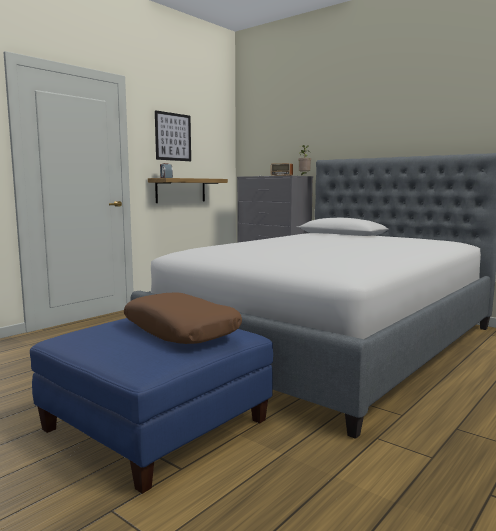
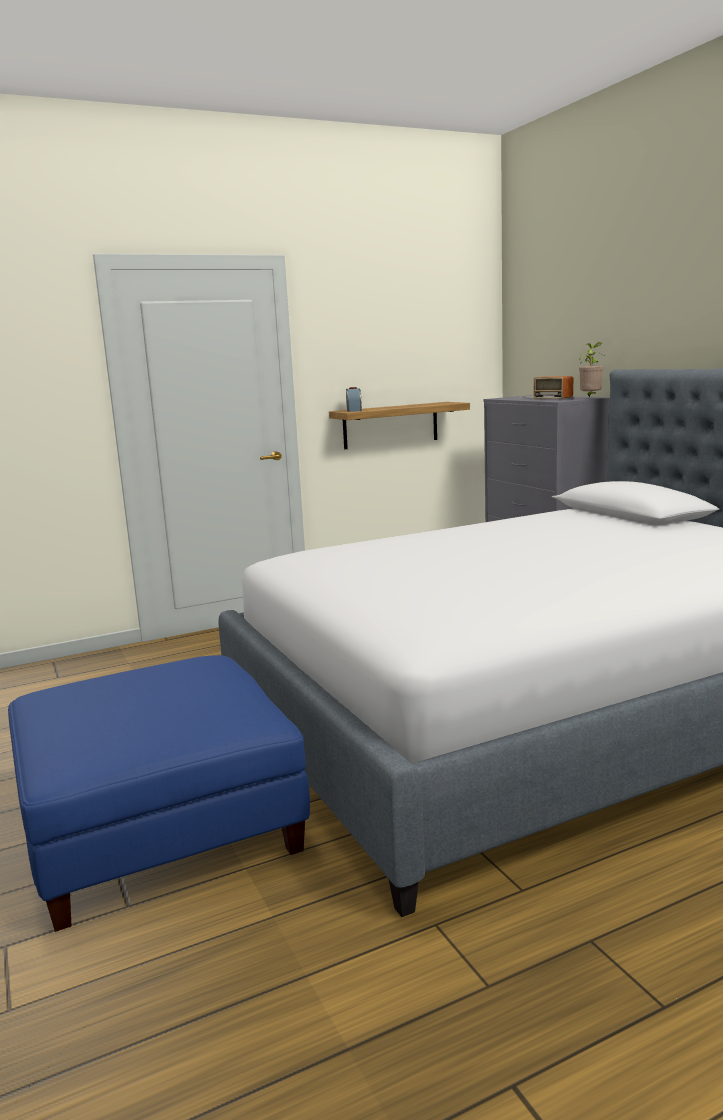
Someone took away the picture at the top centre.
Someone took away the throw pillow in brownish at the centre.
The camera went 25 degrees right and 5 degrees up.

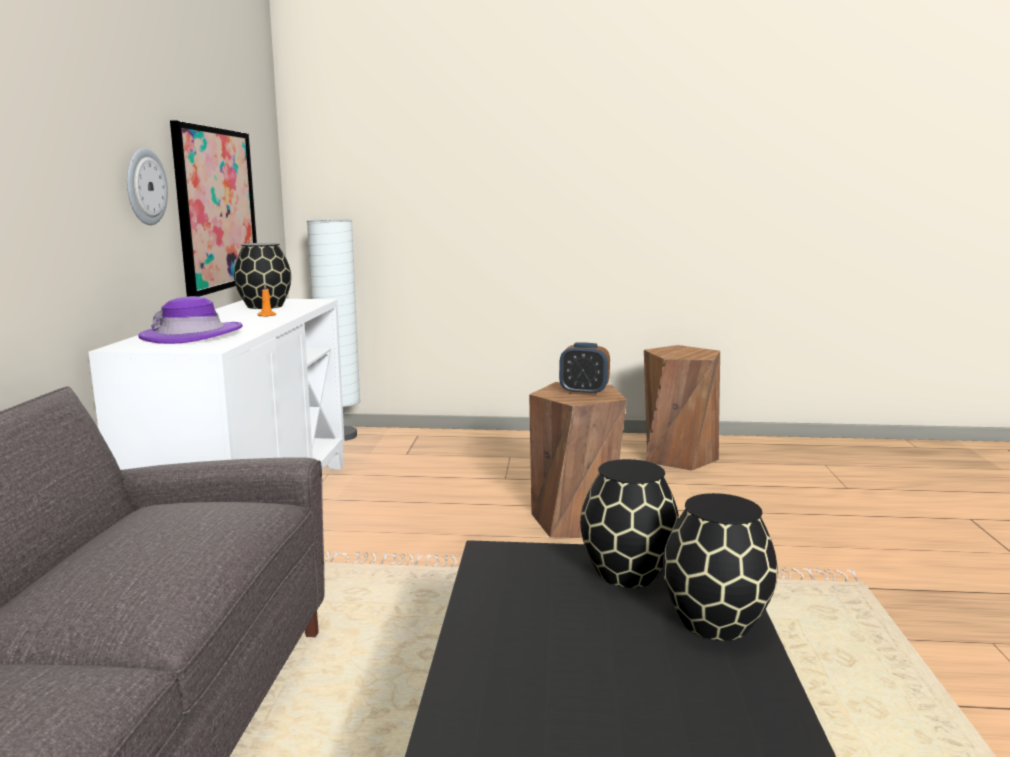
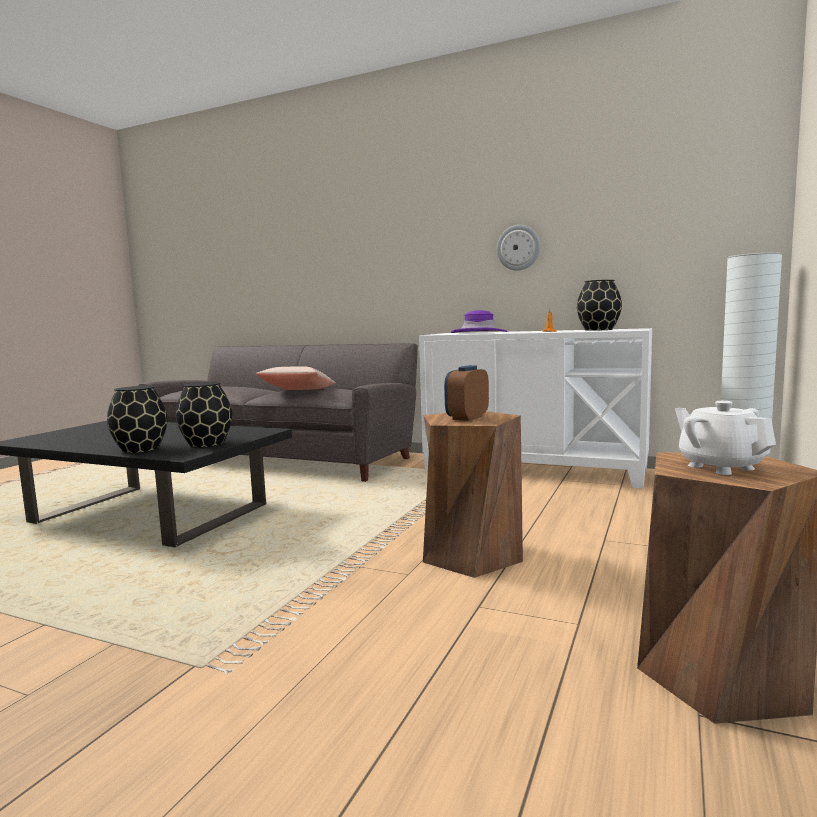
Someone took away the picture at the top left.
Someone put down the throw pillow in sand-coloured at the centre.
Someone put down the teapot in white-coloured at the middle right.
The camera went 110 degrees right and 5 degrees down.

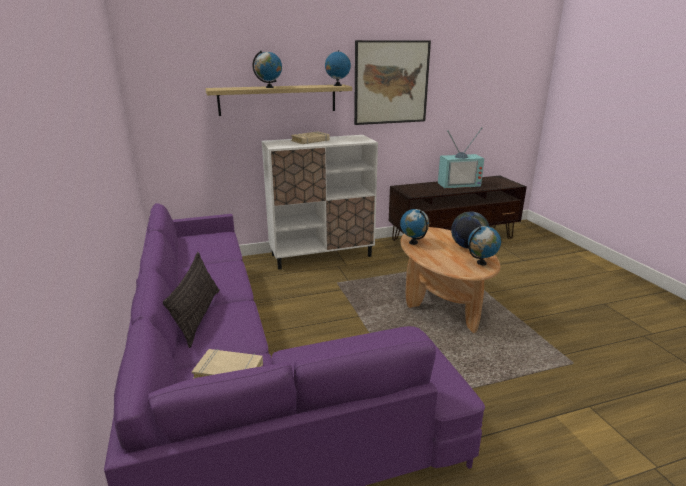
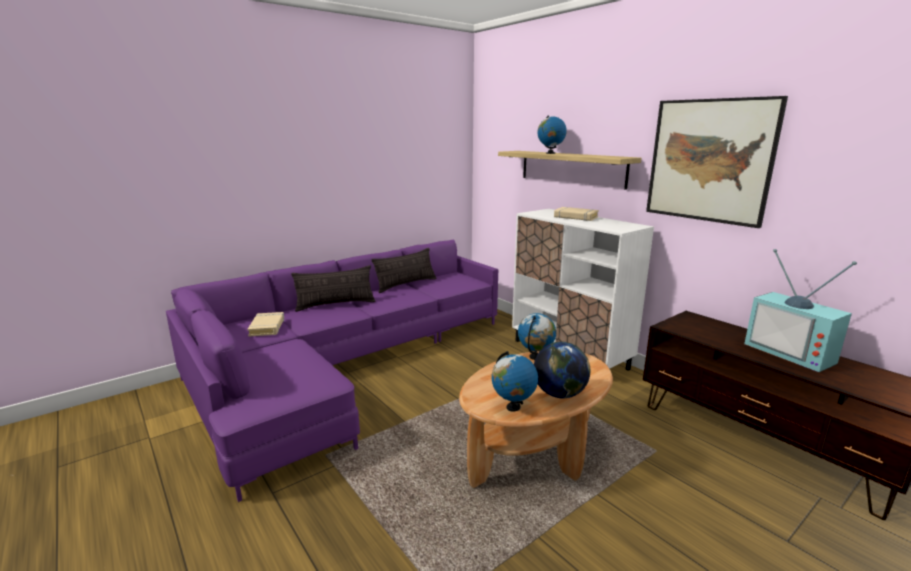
Someone took away the world globe (no. 2 from left) at the top centre.
Someone put down the throw pillow (no. 2 from left) at the centre.
The camera went 70 degrees right and 5 degrees down.

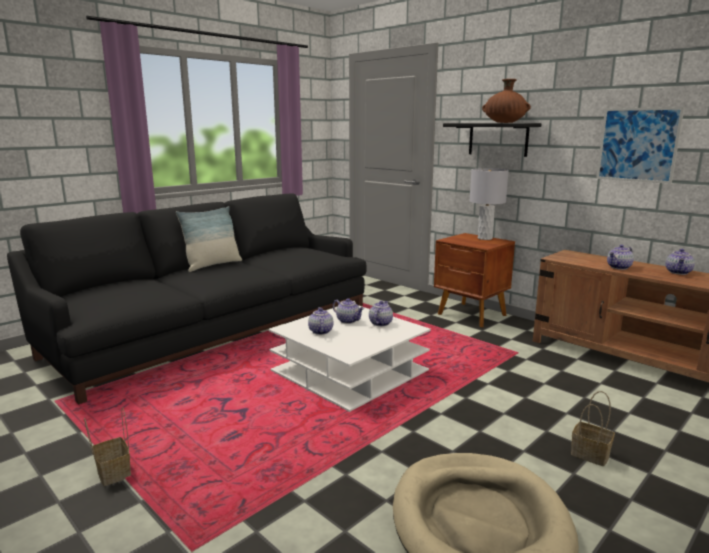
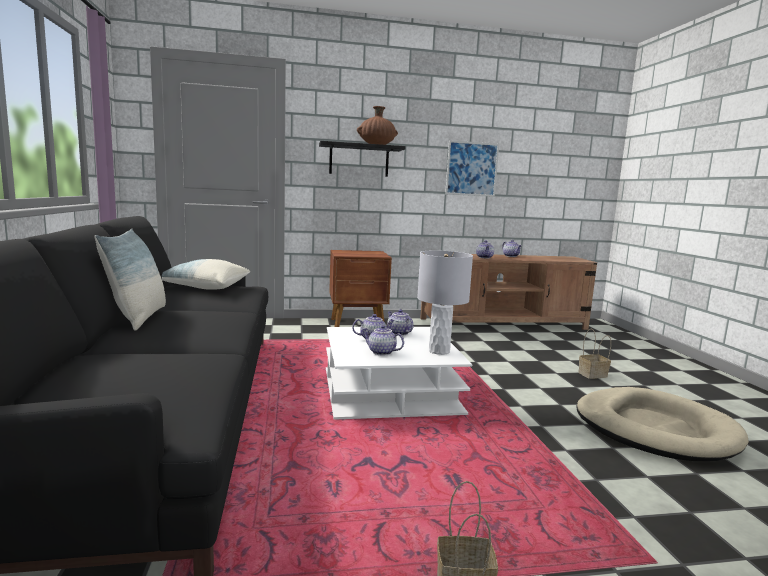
Someone carried the lamp for a table in greyish from the middle right to the centre.
Someone put down the throw pillow (no. 2 from left) at the middle left.
The camera went 55 degrees left and 5 degrees down.

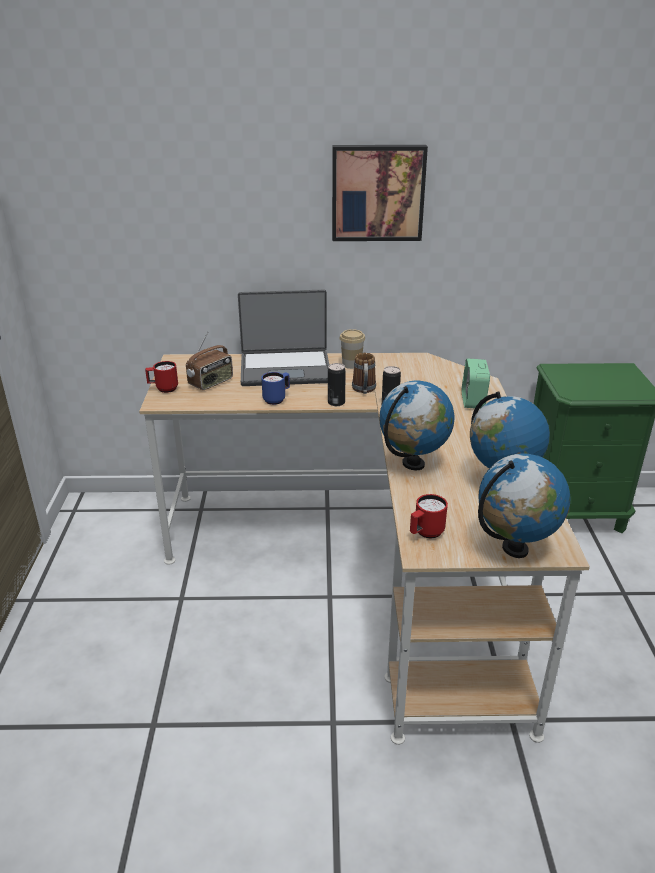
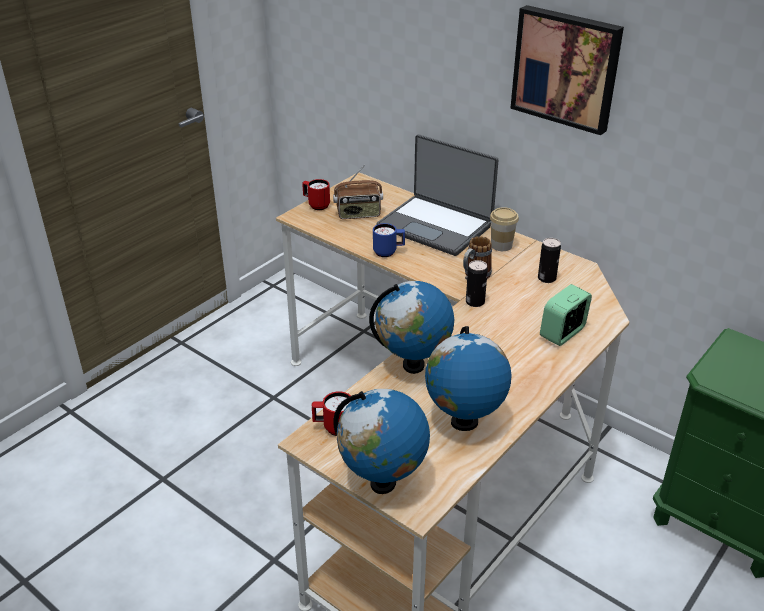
Someone carried the can (no. 1 from left in the first image) from the centre to the middle right.
The camera went 40 degrees right and 5 degrees up.

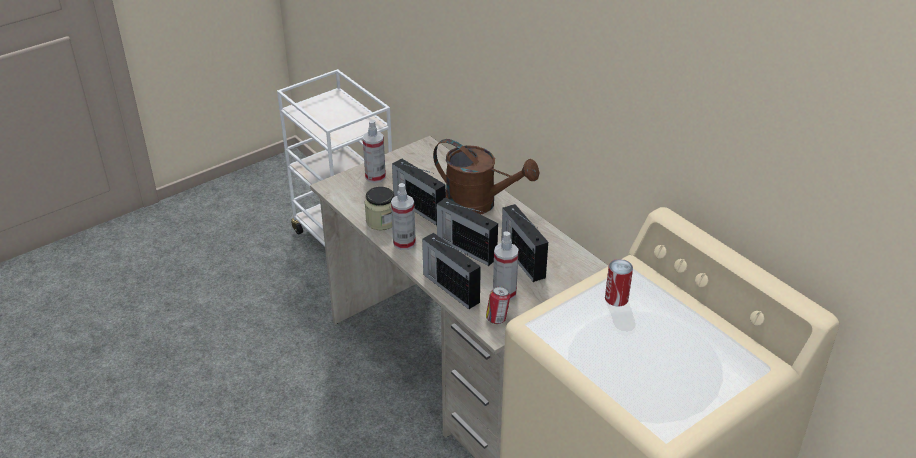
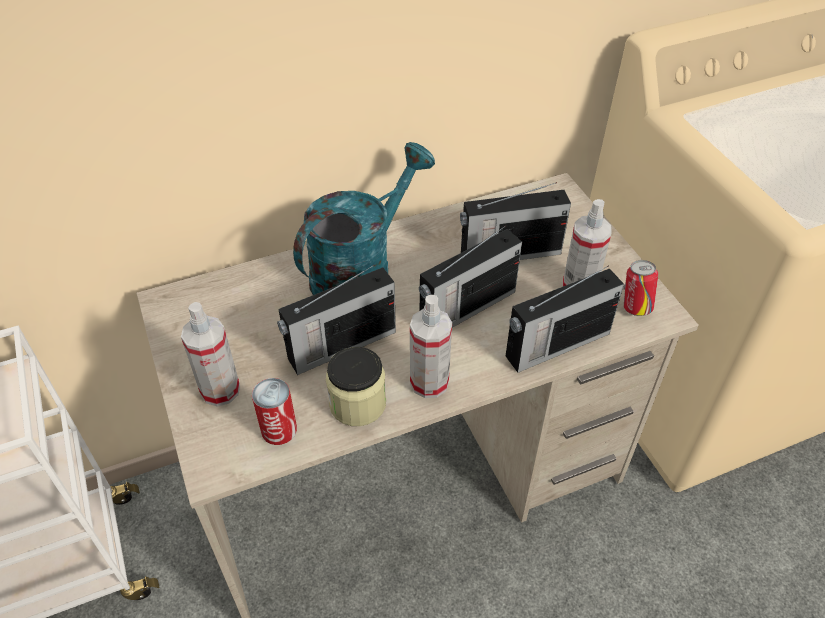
Someone repainted the sprinkling can in brownish at the centre, which became the sprinkling can in blue-green at the centre.
Someone carried the can (no. 2 from left in the first image) from the middle right to the middle left.
The camera went 75 degrees left and 10 degrees up.

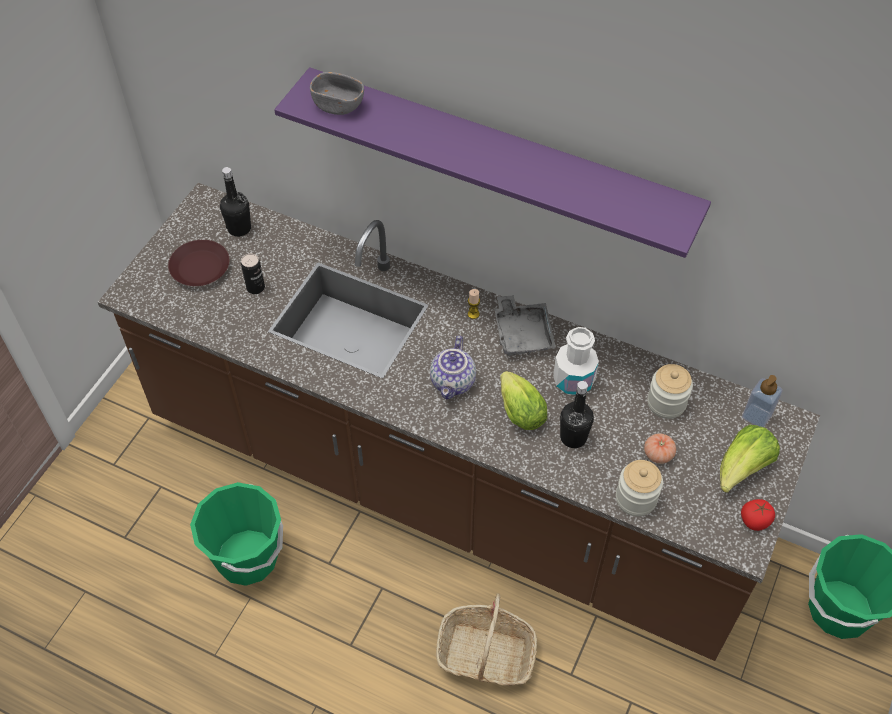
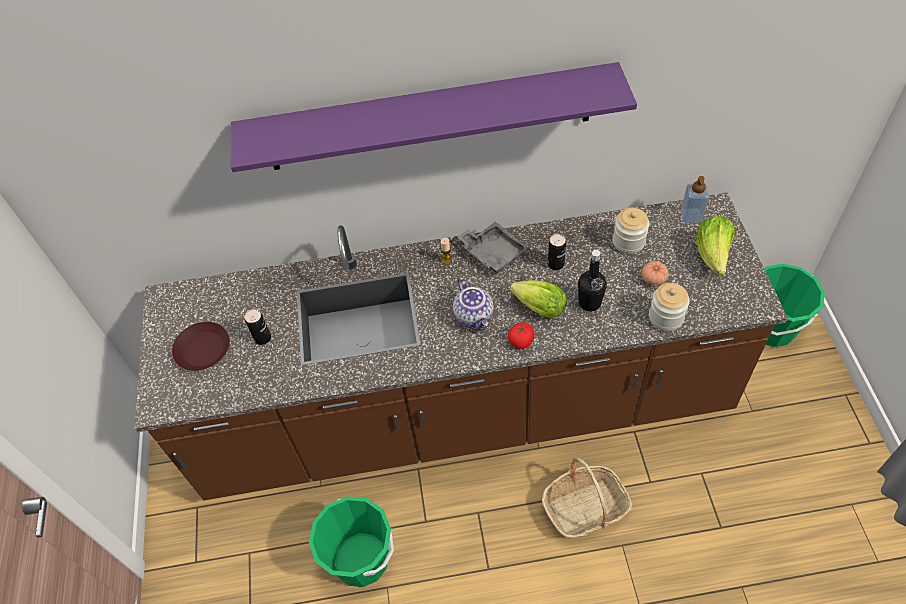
Someone took away the deep dish in greyish at the top centre.
Someone took away the beverage bottle in black-coloured (no. 1 from left) at the top left.
Someone swapped the beverage bottle in white-coloured at the centre for the can (no. 2 from left) at the centre.
Someone carried the tomato (no. 2 from left in the first image) from the bottom right to the centre.
The camera went 30 degrees left and 0 degrees up.

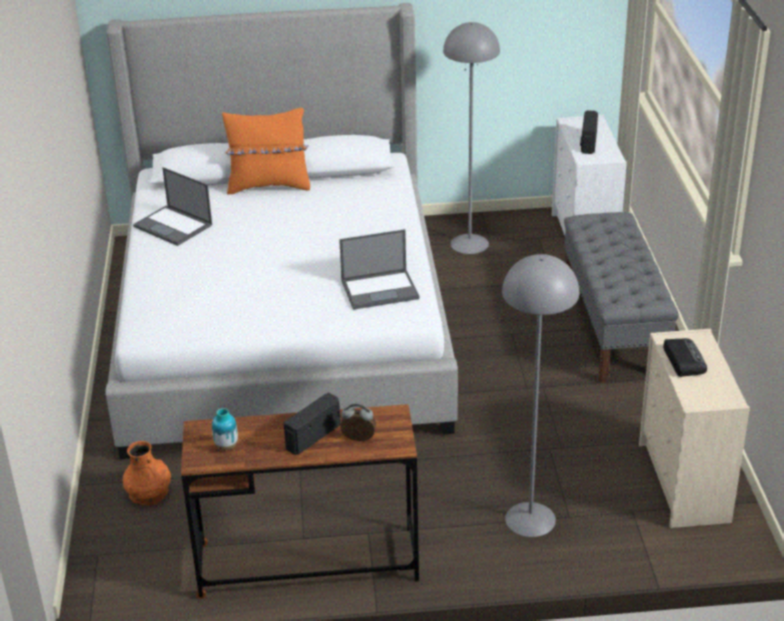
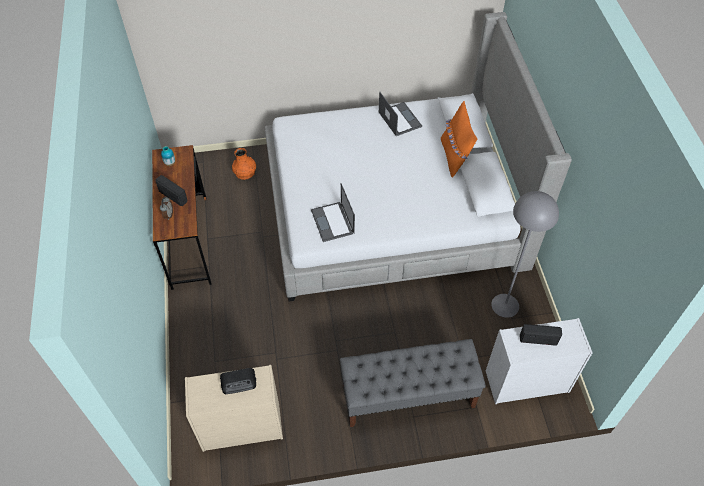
Someone rotated the notebook computer (no. 1 from left in the first image) at the top left by 120 degrees clockwise.
Someone took away the floor lamp in greyish (no. 2 from left) at the middle right.
The camera went 85 degrees right and 20 degrees up.

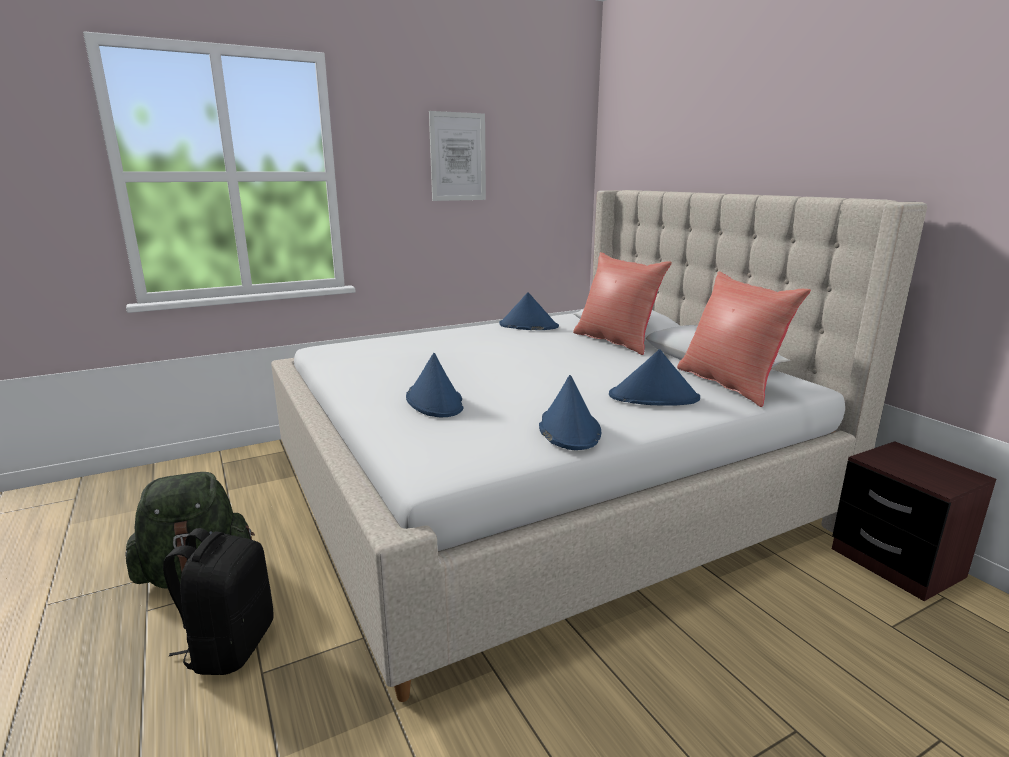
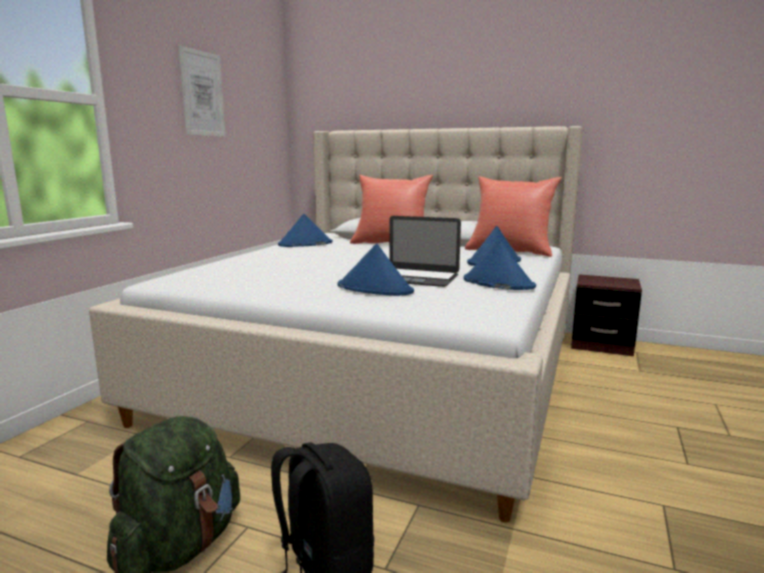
Someone put down the notebook computer at the centre.
The camera went 40 degrees left and 5 degrees down.

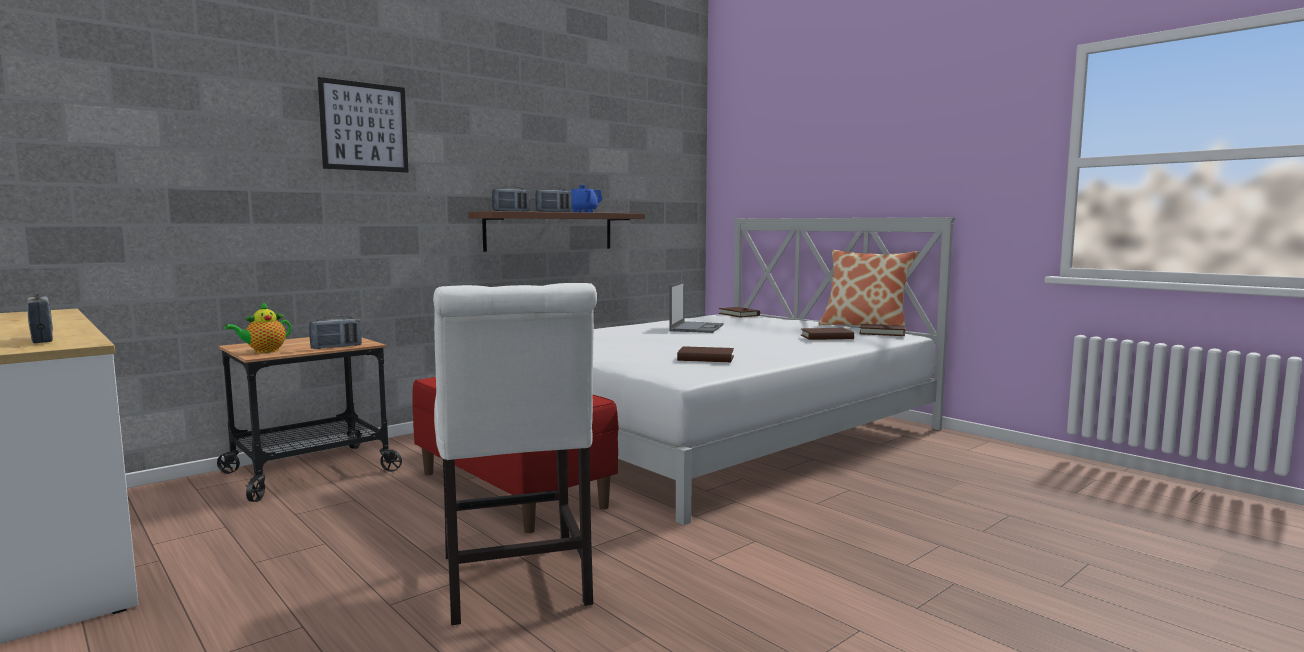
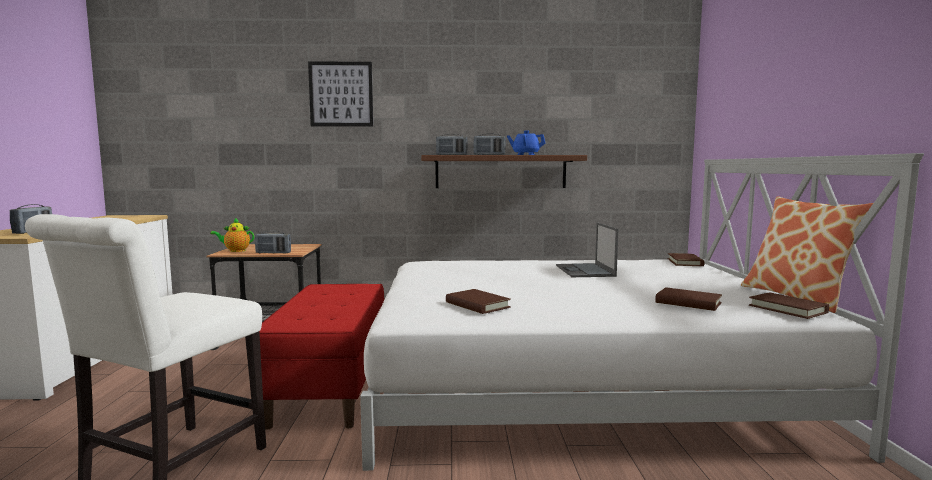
Someone rotated the notebook computer at the centre by 120 degrees clockwise.
The camera went 40 degrees right and 0 degrees up.

